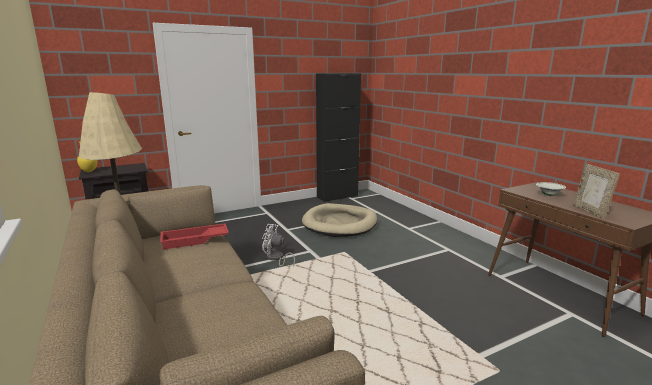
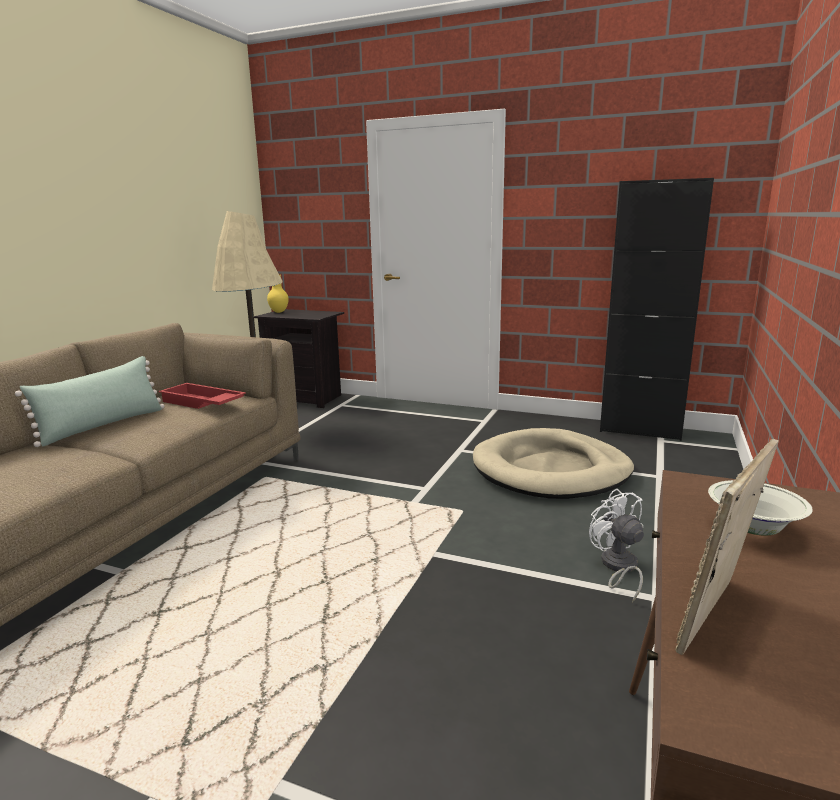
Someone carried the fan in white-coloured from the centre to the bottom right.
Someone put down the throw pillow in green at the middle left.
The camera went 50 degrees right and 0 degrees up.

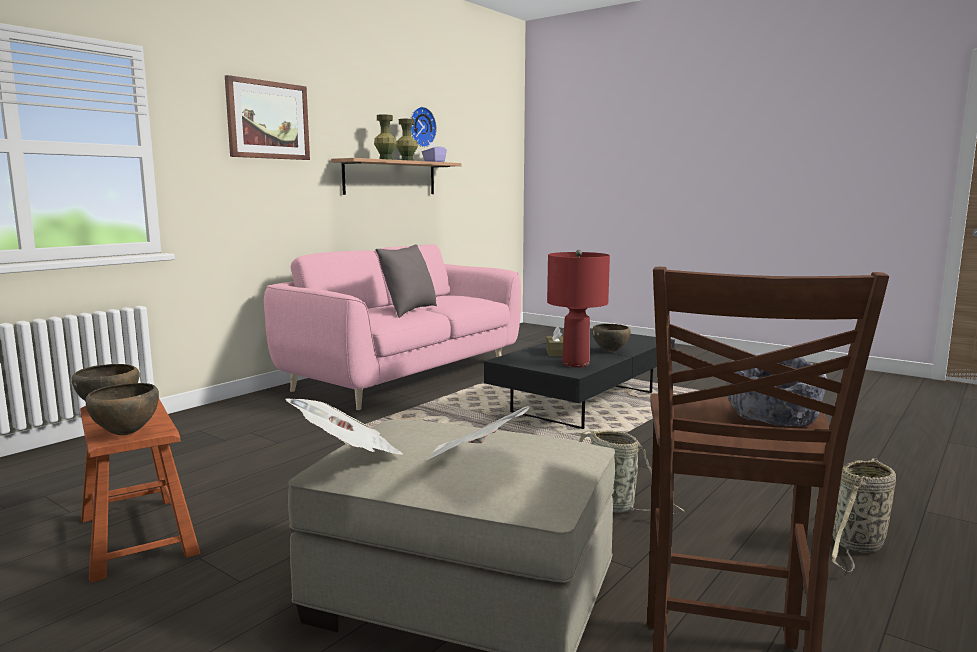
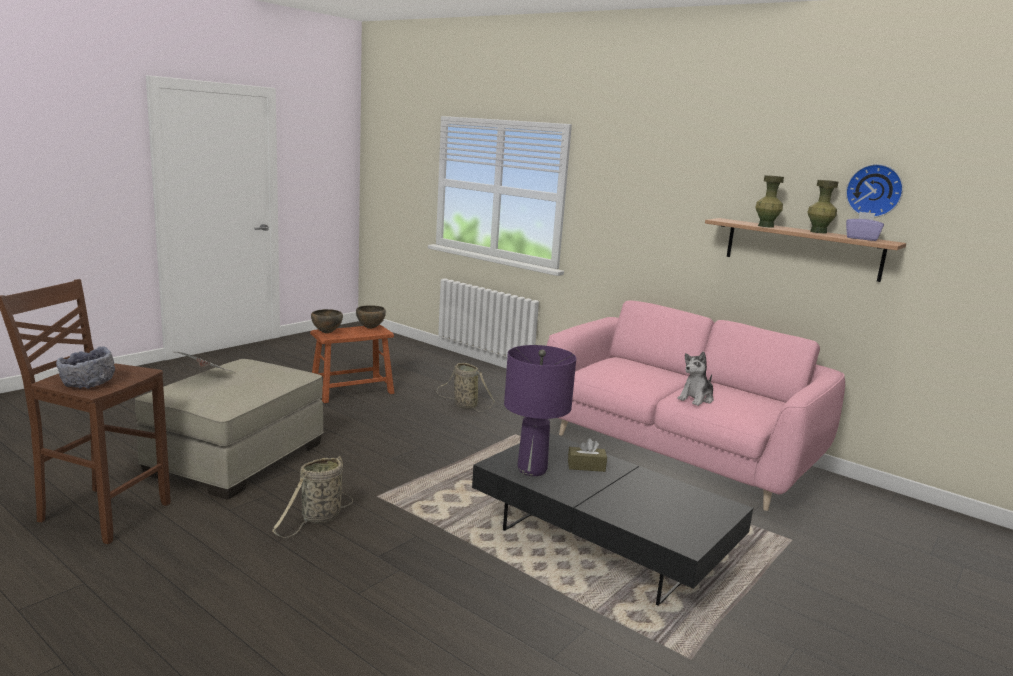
Someone took away the picture at the top left.
Someone took away the throw pillow in greyish at the centre.
Someone repainted the lamp for a table in red-coloured at the centre, which became the lamp for a table in purple at the centre.
Someone took away the deep dish in brownish (no. 3 from left) at the centre.
Someone took away the newspaper (no. 1 from left) at the centre.
Someone carried the storage basket (no. 2 from left) from the bottom right to the centre.
Someone put down the cuddly toy at the middle right.
The camera went 90 degrees right and 5 degrees up.

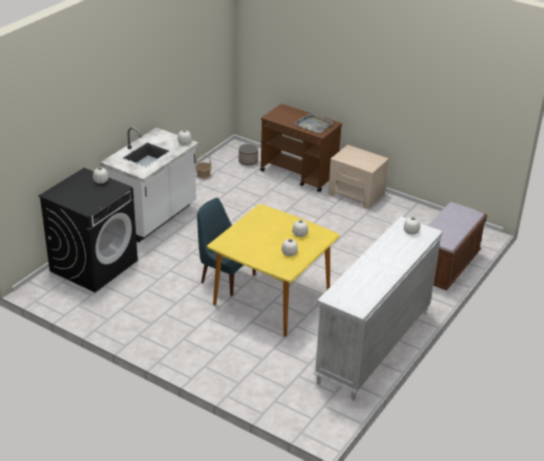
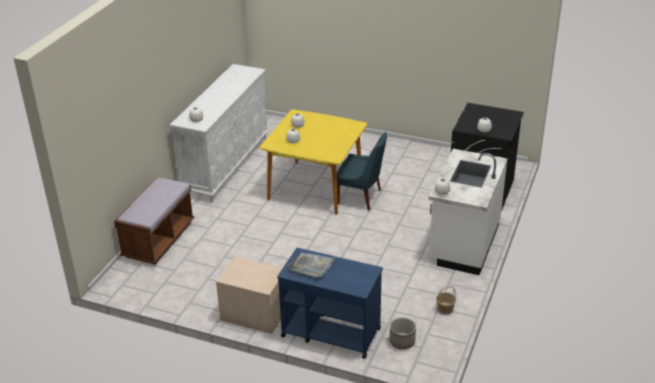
Someone repainted the trolley in brownish at the top centre, which became the trolley in blue-coloured at the bottom centre.
The camera went 170 degrees right and 0 degrees up.

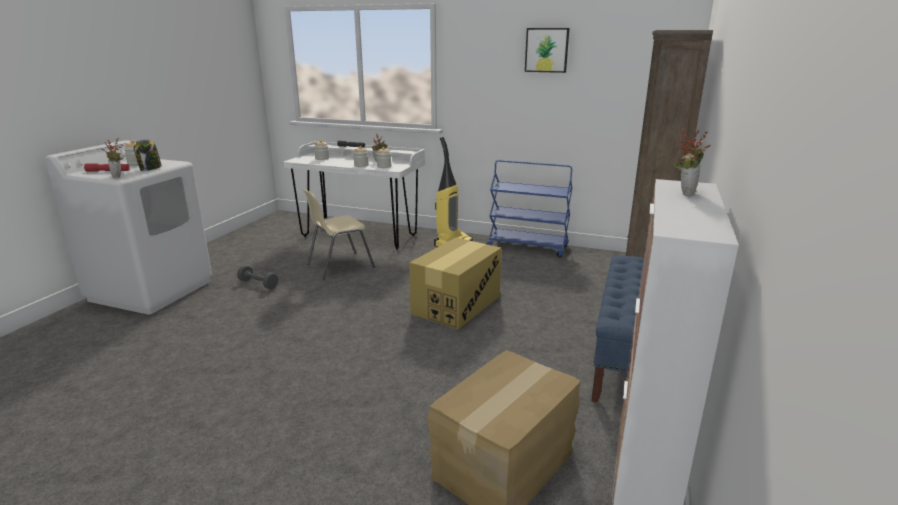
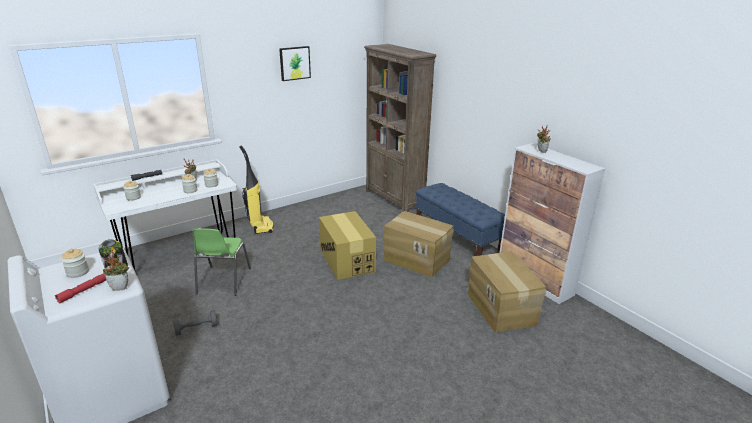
Someone took away the trolley in blue-coloured at the centre.
Someone repainted the upright chair in sand-coloured at the centre, which became the upright chair in green at the middle left.
Someone put down the cardboard box (no. 2 from left) at the centre.
The camera went 55 degrees left and 5 degrees up.

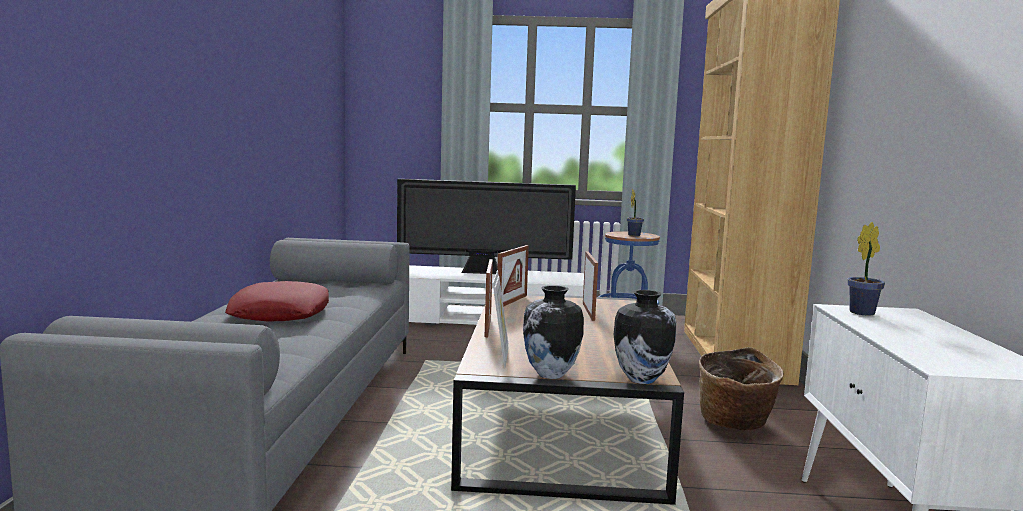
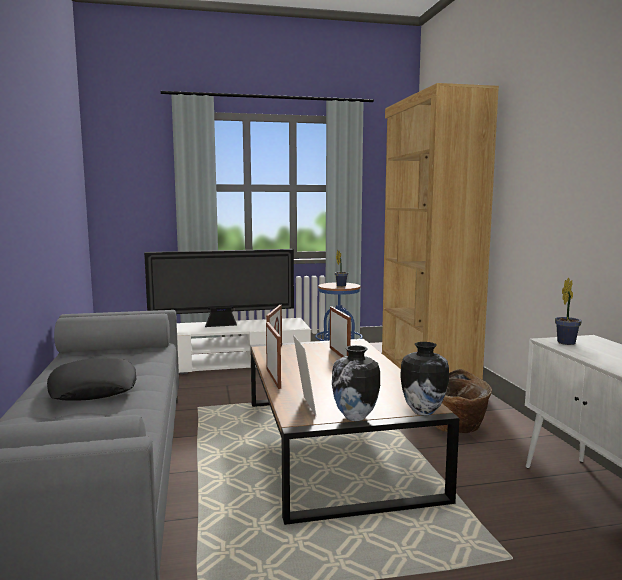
Someone repainted the throw pillow in red-coloured at the middle left, which became the throw pillow in black-coloured at the middle left.
The camera went 15 degrees left and 0 degrees up.

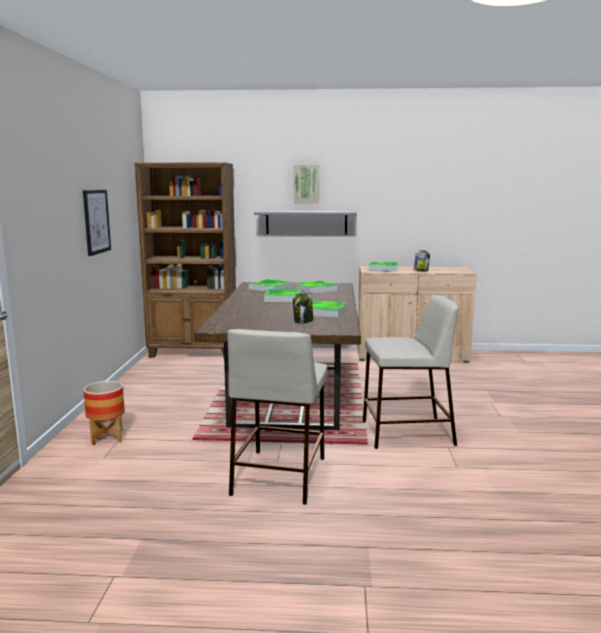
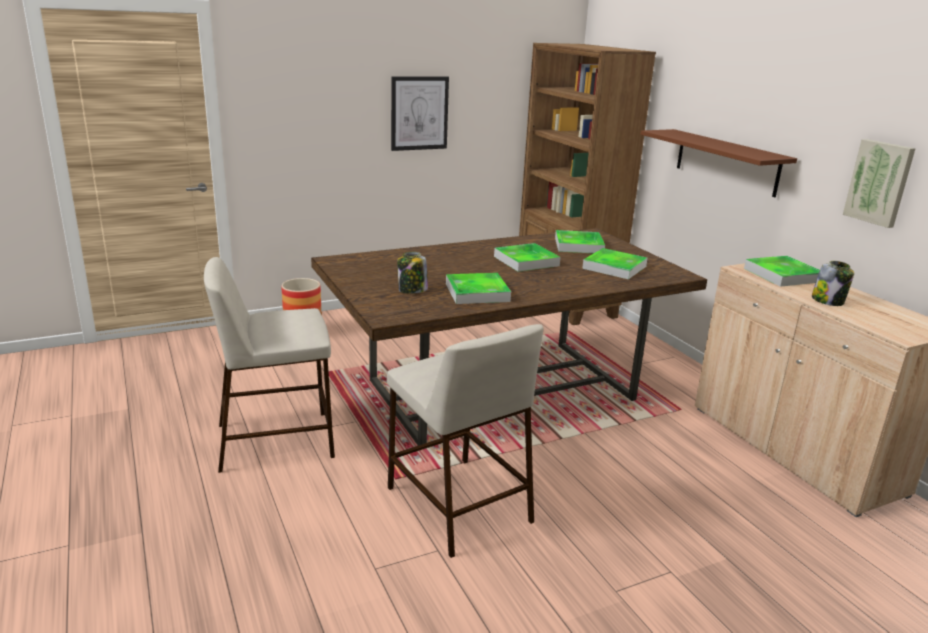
Someone carried the picture (no. 2 from left) from the top centre to the top right.
Someone repainted the shelf in greyish at the centre, which became the shelf in brownish at the top right.
The camera went 60 degrees right and 10 degrees up.

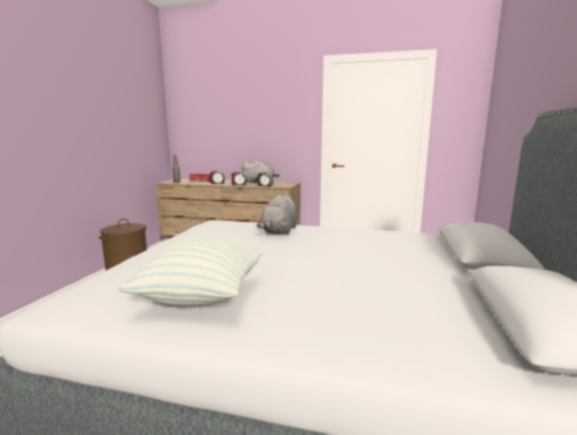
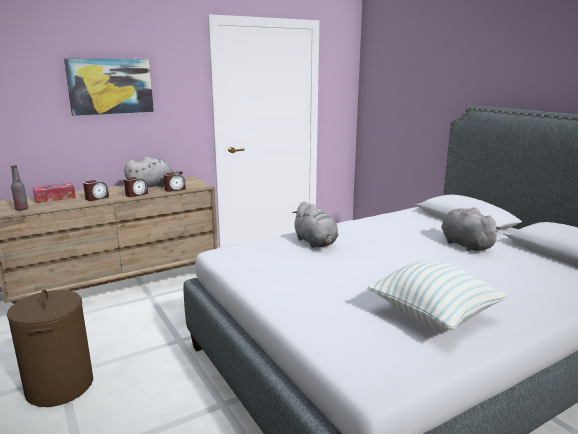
Someone put up the picture at the top left.
Someone put down the cuddly toy in greyish (no. 3 from left) at the middle right.
The camera went 45 degrees left and 5 degrees up.

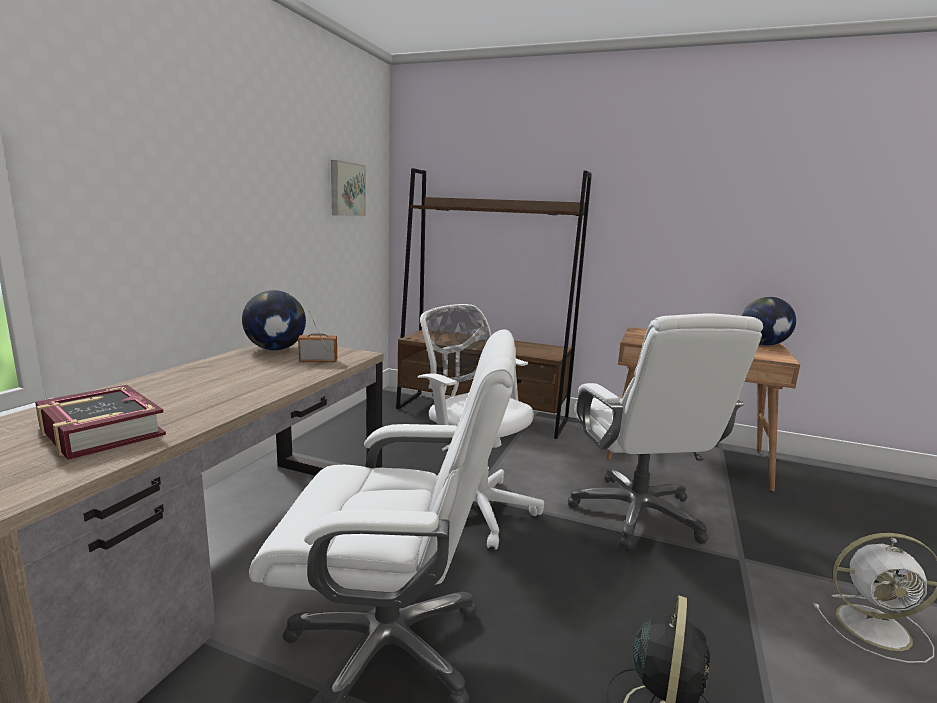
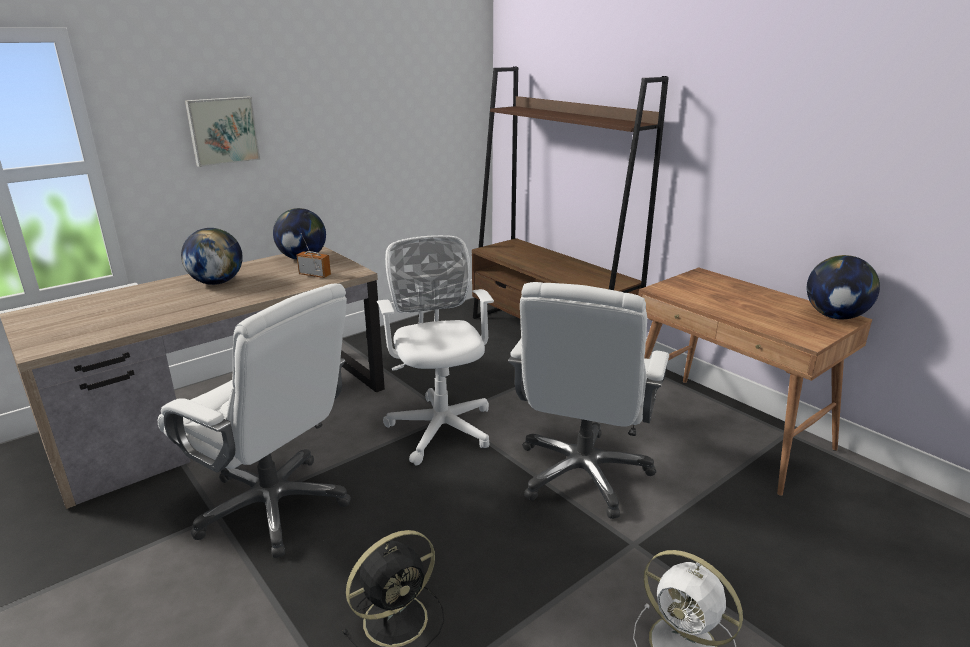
Someone carried the picture from the top centre to the top left.
Someone took away the volume at the middle left.
Someone put down the world globe (no. 1 from left) at the middle left.
The camera went 30 degrees right and 10 degrees up.

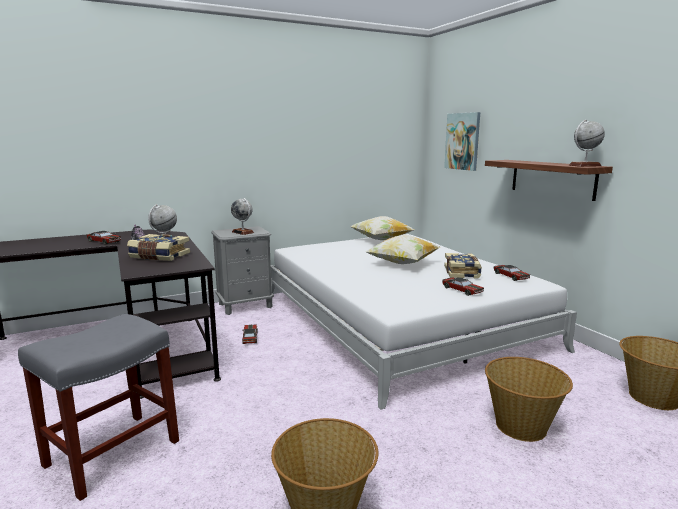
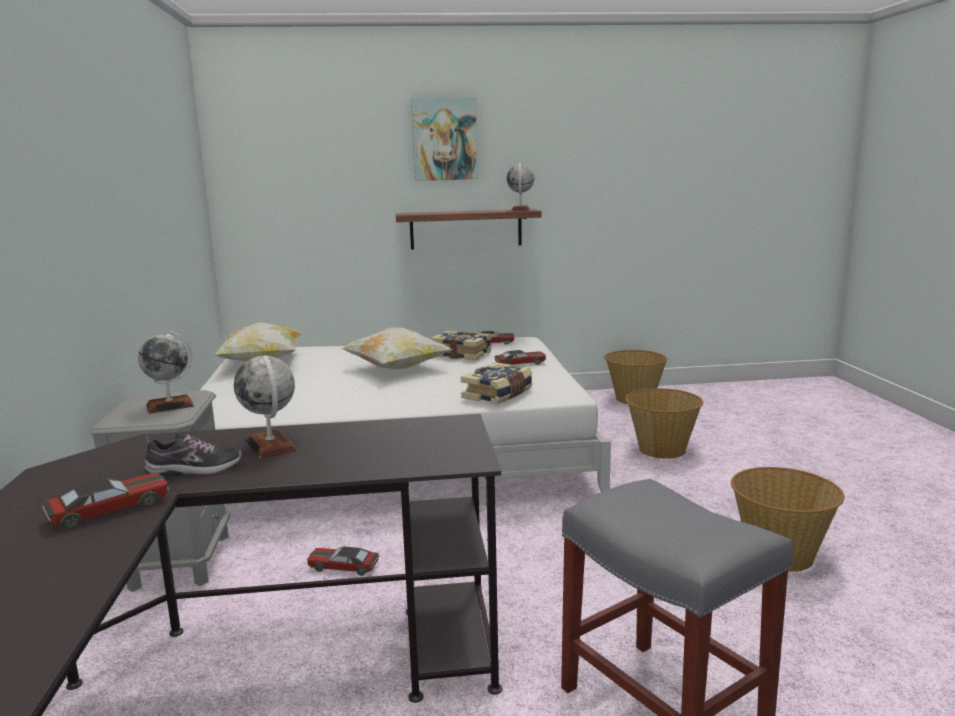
Someone carried the picture from the top right to the top centre.
Someone carried the volume (no. 1 from left in the first image) from the middle left to the centre.
The camera went 70 degrees left and 0 degrees up.

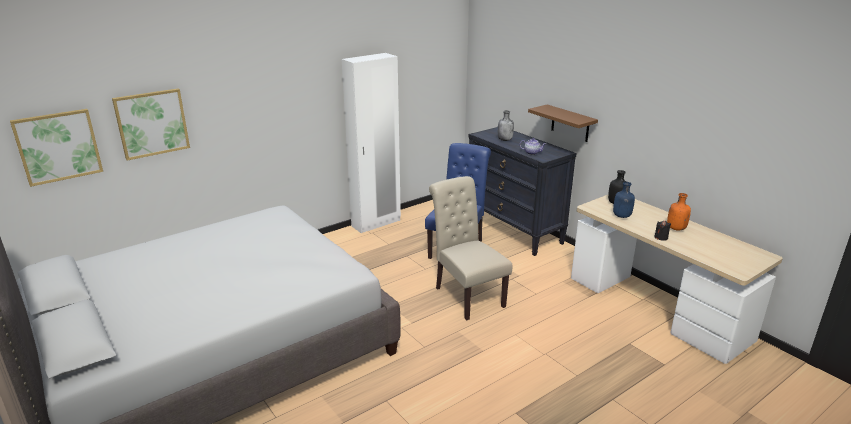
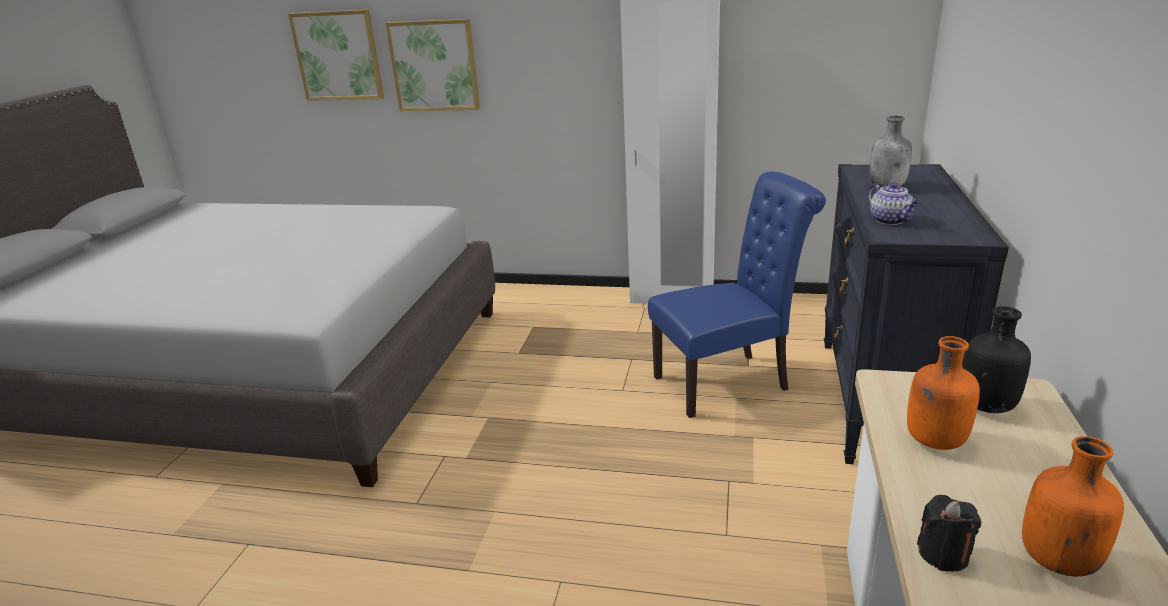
Someone took away the shelf in brownish at the top centre.
Someone carried the picture (no. 1 from left in the first image) from the middle left to the top centre.
Someone took away the upright chair in sand-coloured at the centre.
Someone repainted the beverage bottle in blue-coloured at the middle right, which became the beverage bottle in orangey (no. 1 from left) at the middle right.
The camera went 50 degrees right and 0 degrees up.

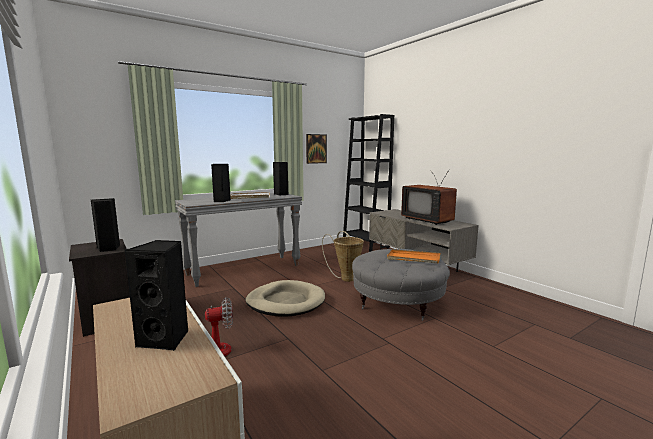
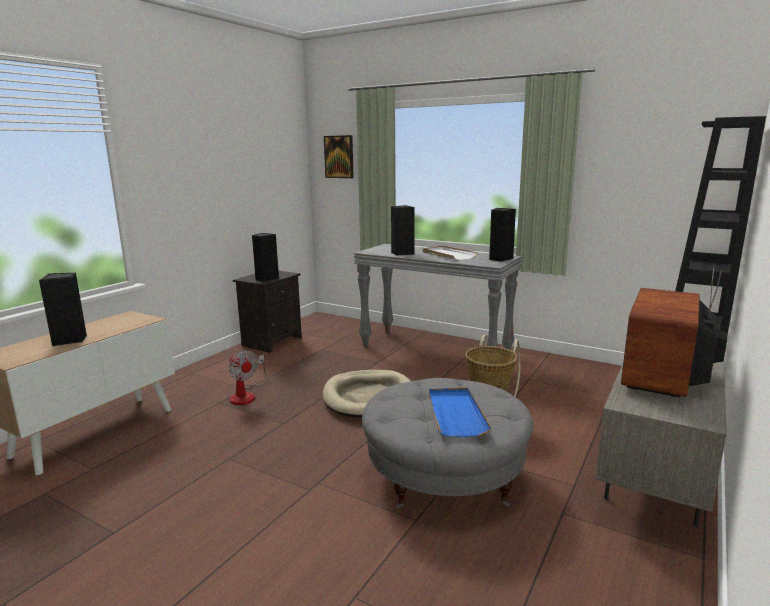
Someone carried the picture from the centre to the top centre.
Someone repainted the tray in orangey at the centre, which became the tray in blue-coloured at the bottom centre.
The camera went 65 degrees right and 5 degrees up.

